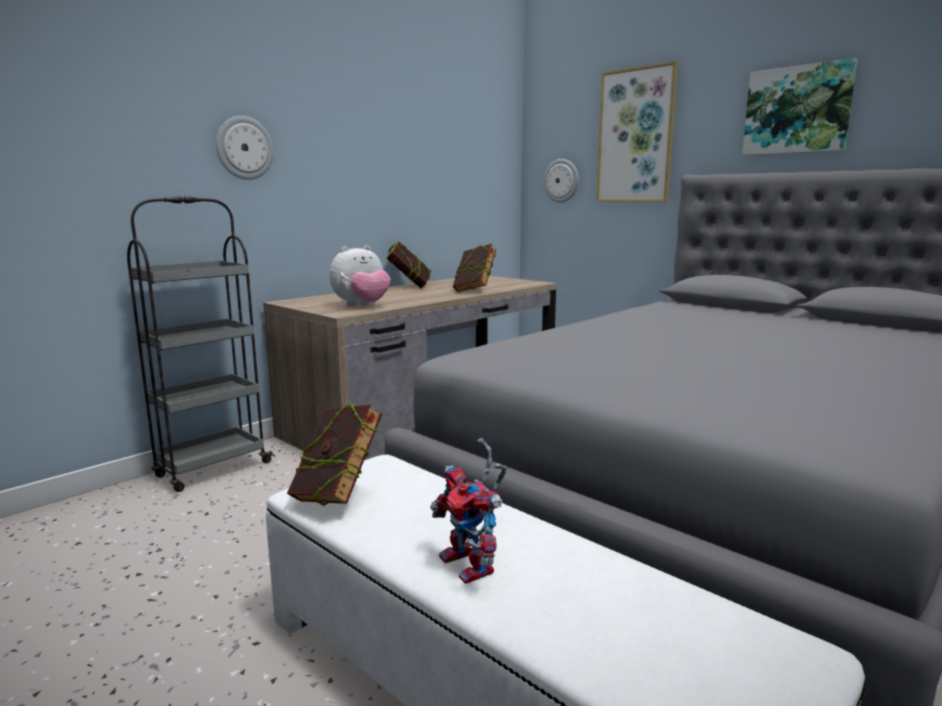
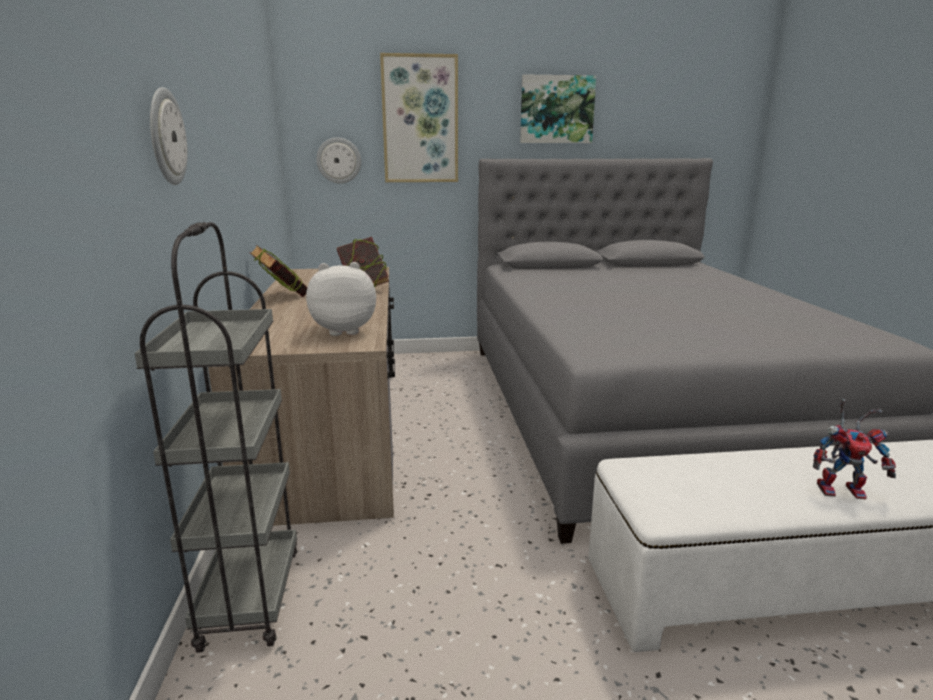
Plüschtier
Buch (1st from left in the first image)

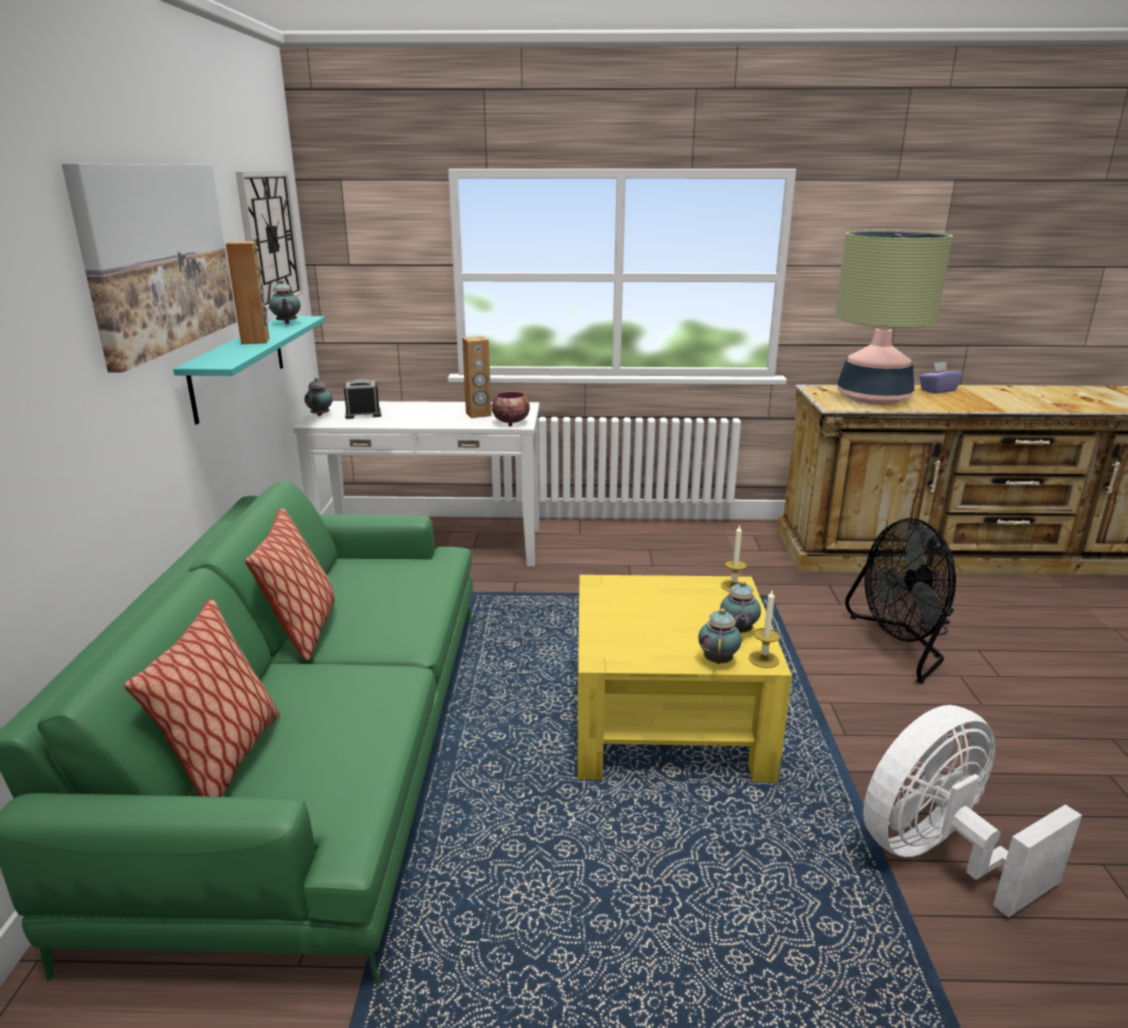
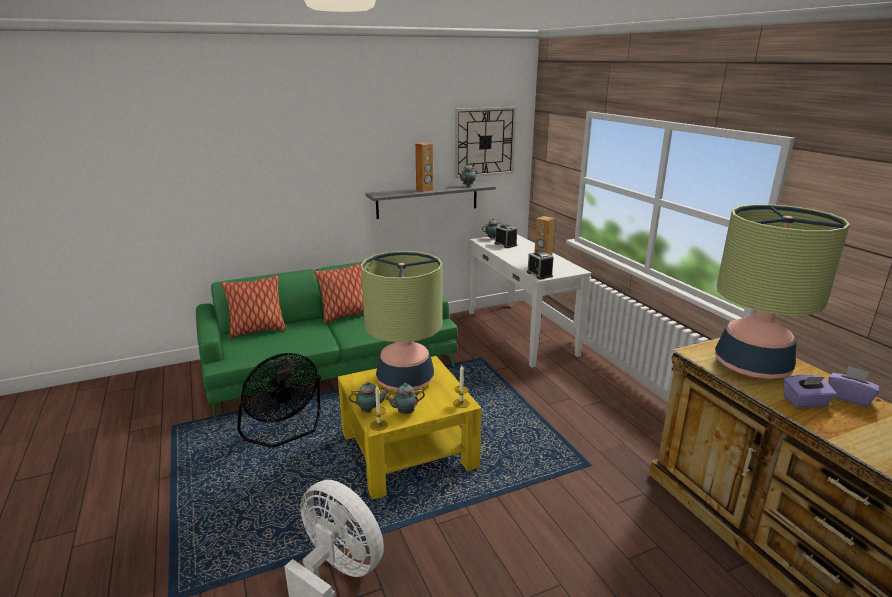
Ventilator/schwarz
Tischlampe (1st from left)
Wandregal/grau
Wecker (2nd from left)
Taschentuchbox/lila (1st from left)
Bild

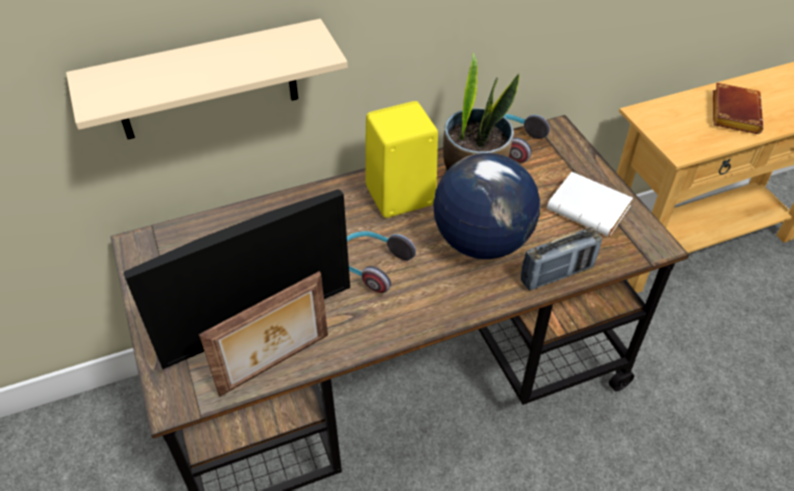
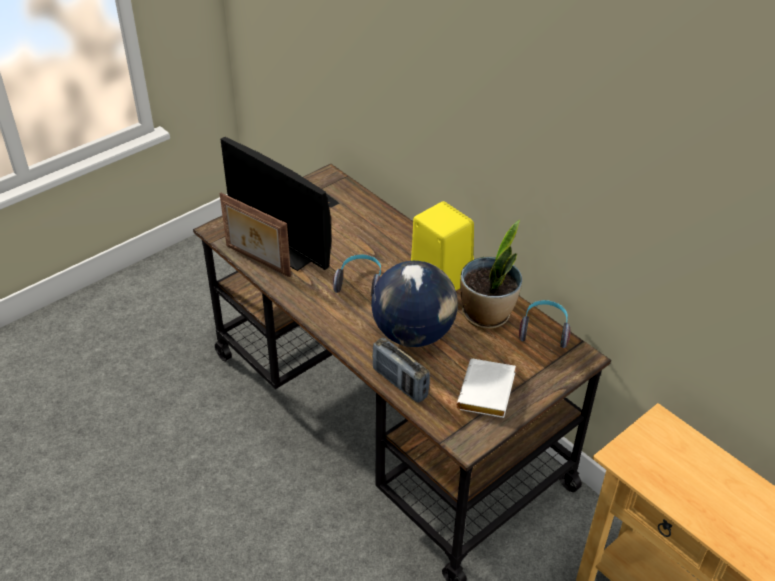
Wandregal/beige
Buch/braun

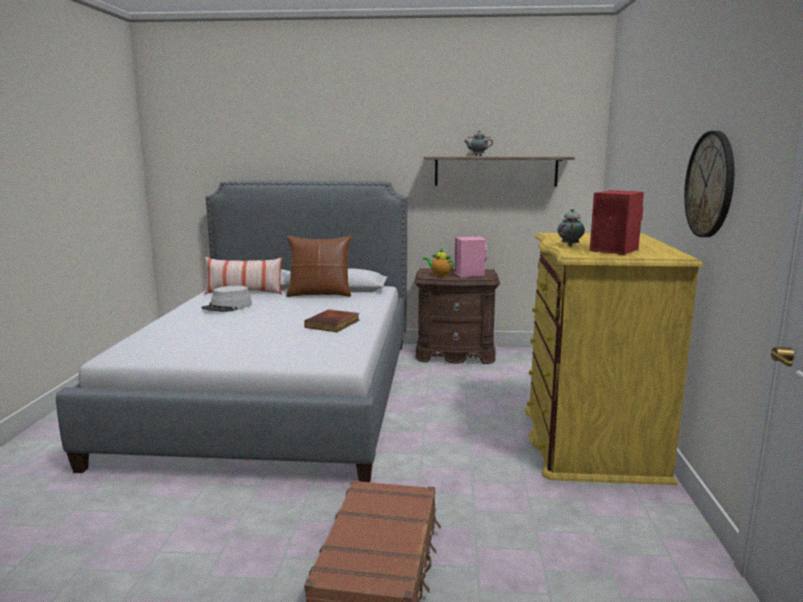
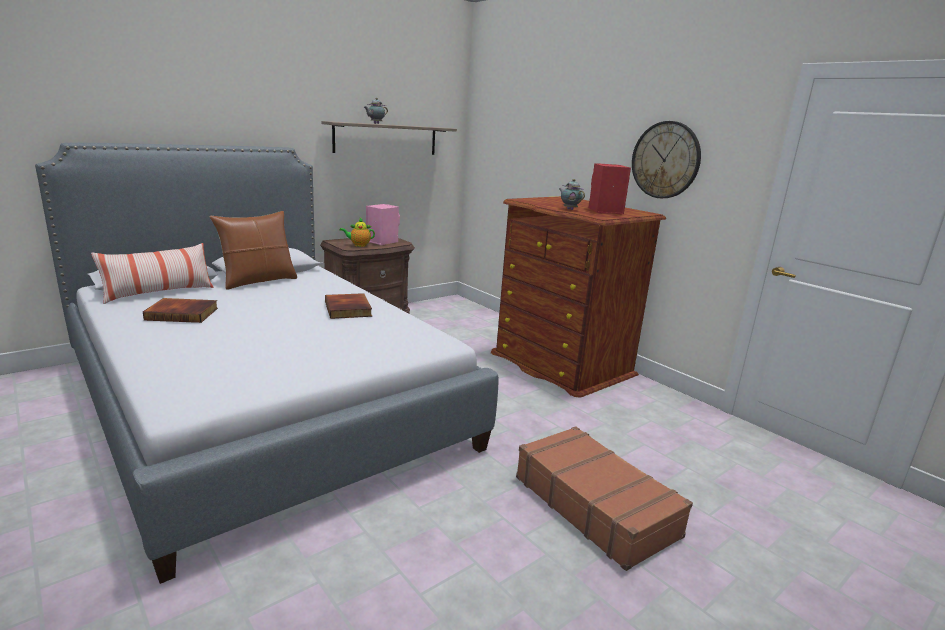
Buch (1st from left)
Kommode/braun

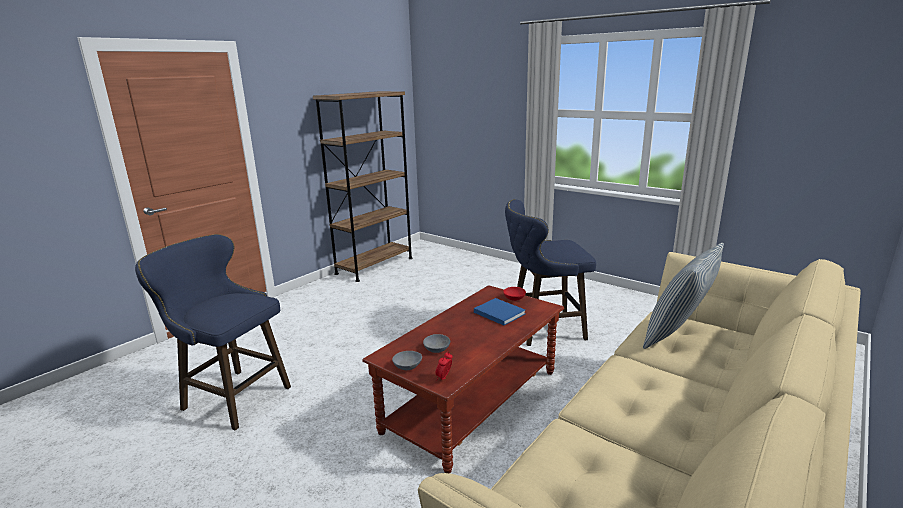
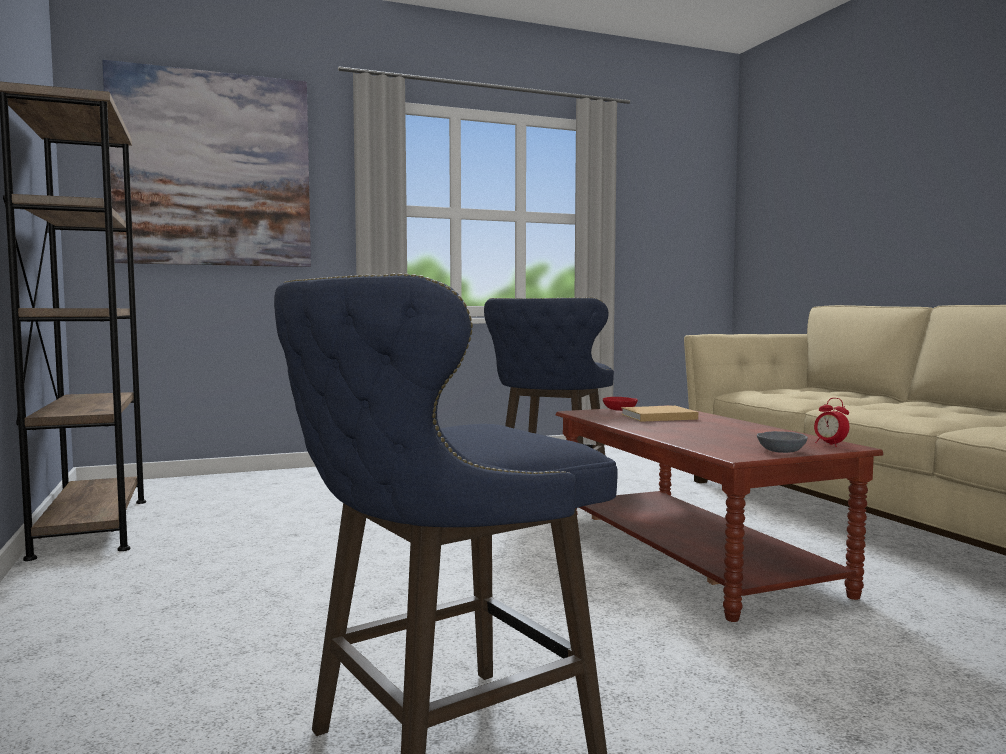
Bild
Buch/beige
Schüssel/grau (2nd from left in the first image)
Kissen

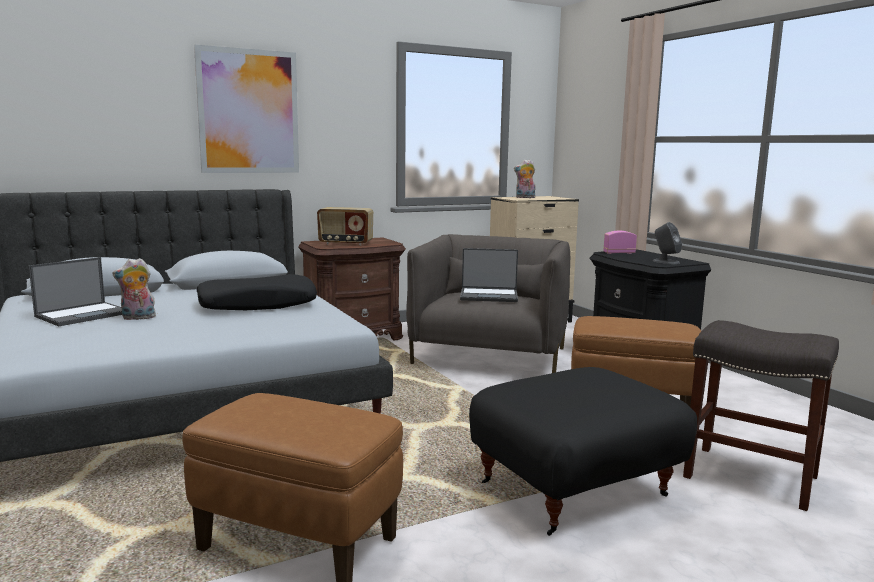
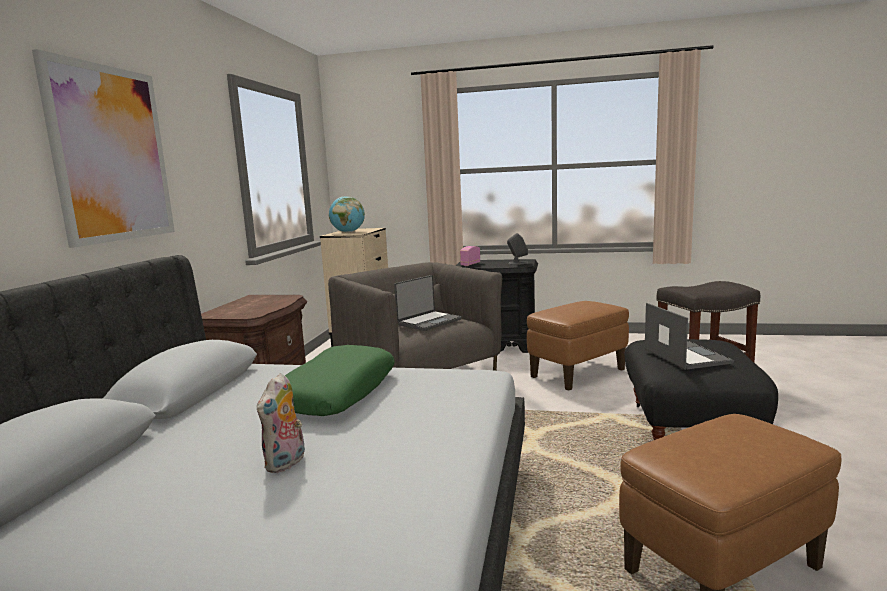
Kissen/grün
Globus
Laptop (2nd from left)
Radio (1st from left in the first image)

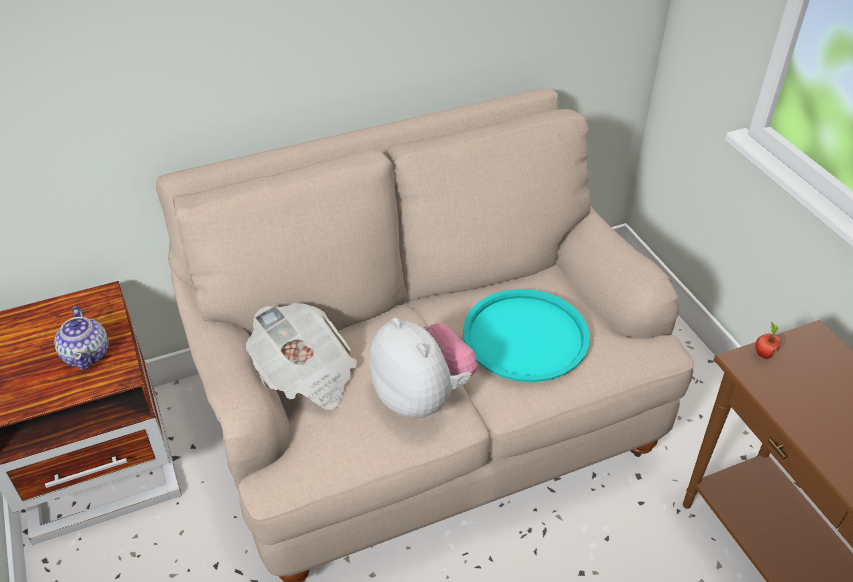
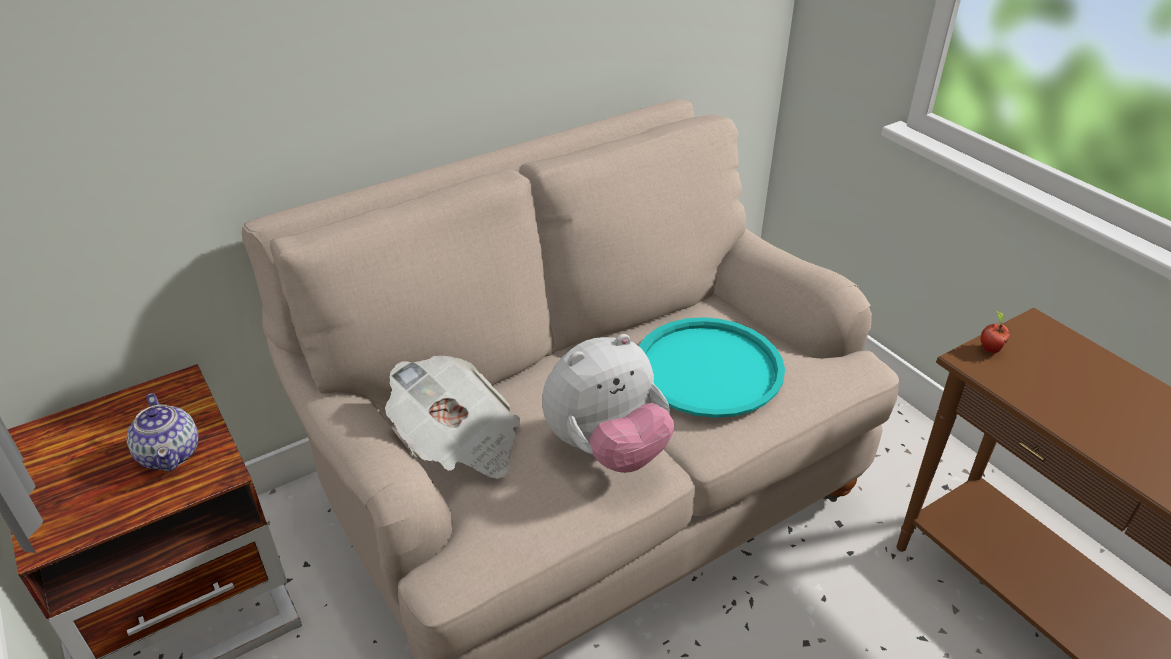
Plüschtier

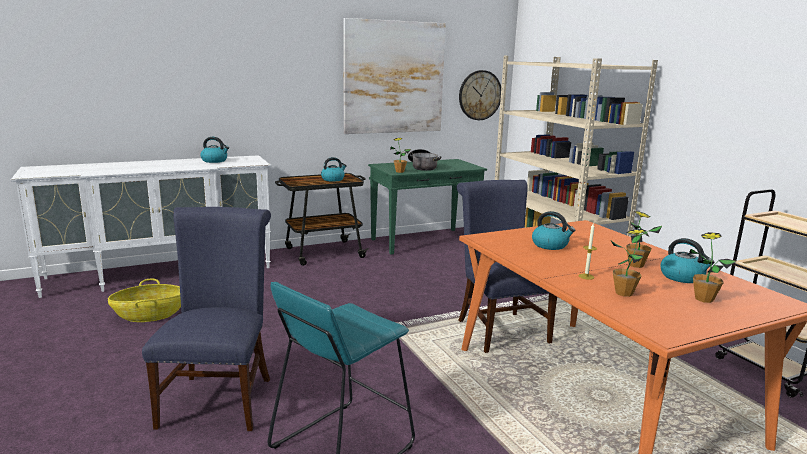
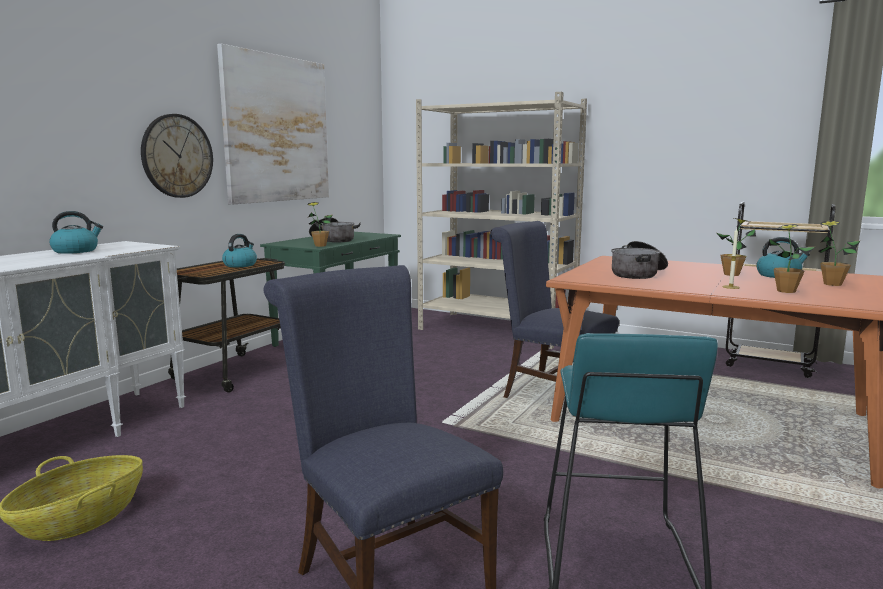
Wanduhr
Kochtopf (2nd from left)

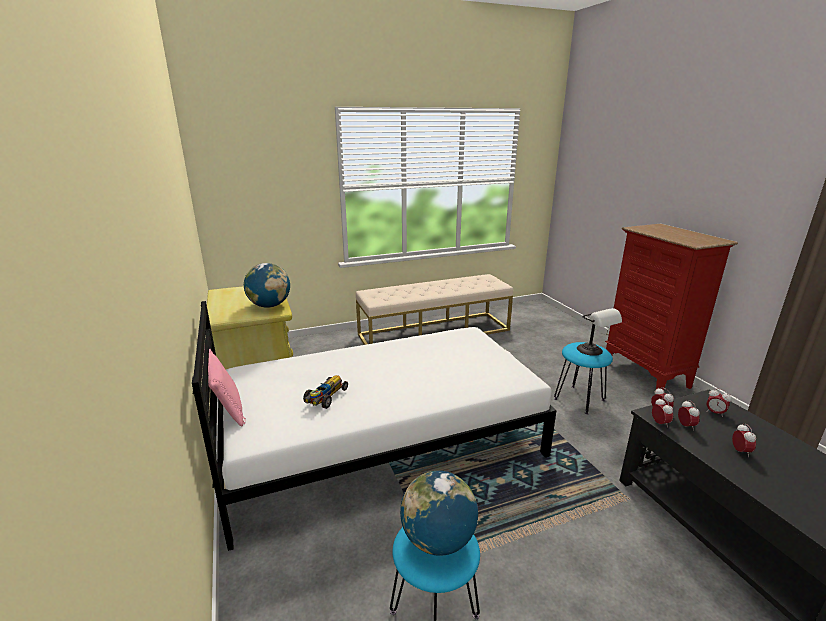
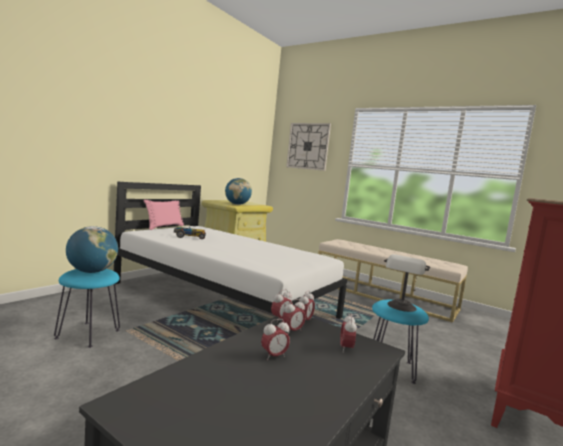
Wanduhr

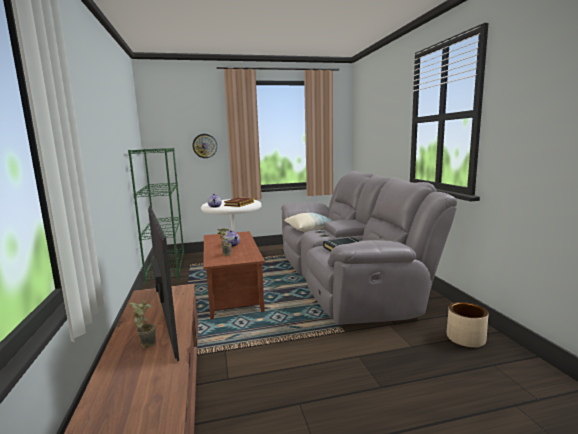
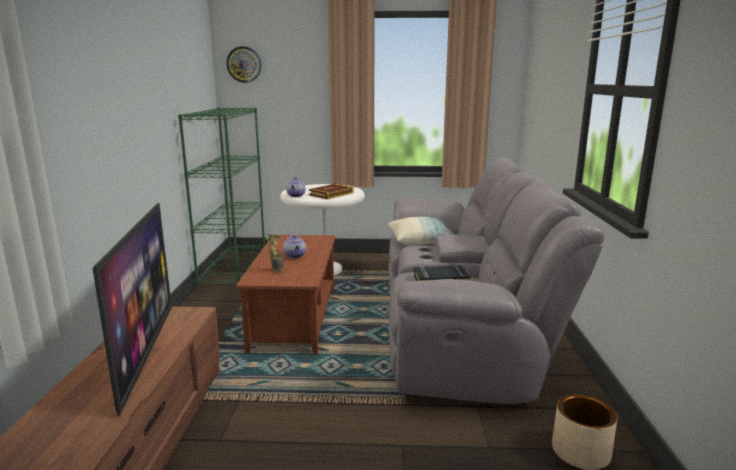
Wanduhr
Topfpflanze (1st from left in the first image)

